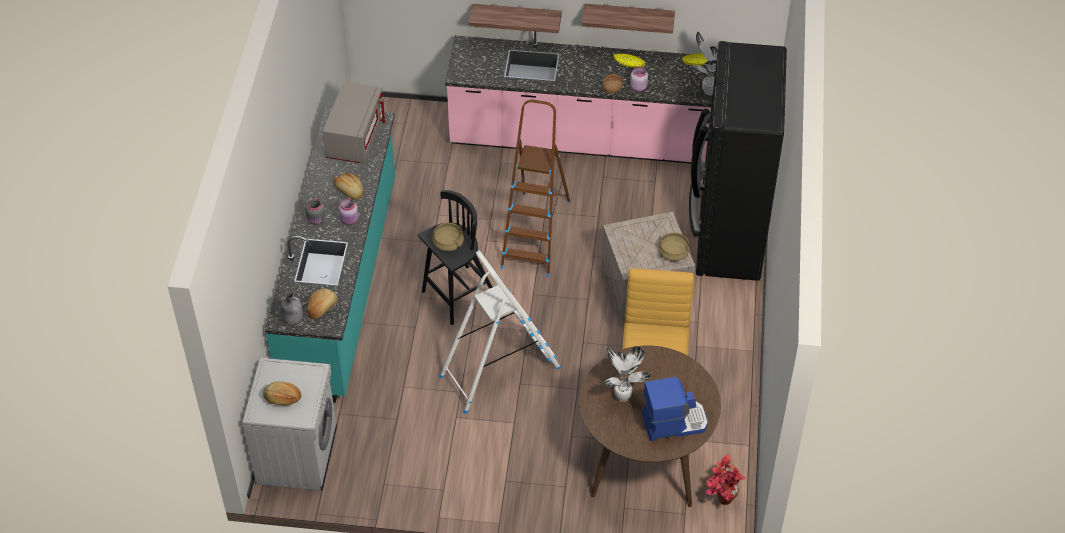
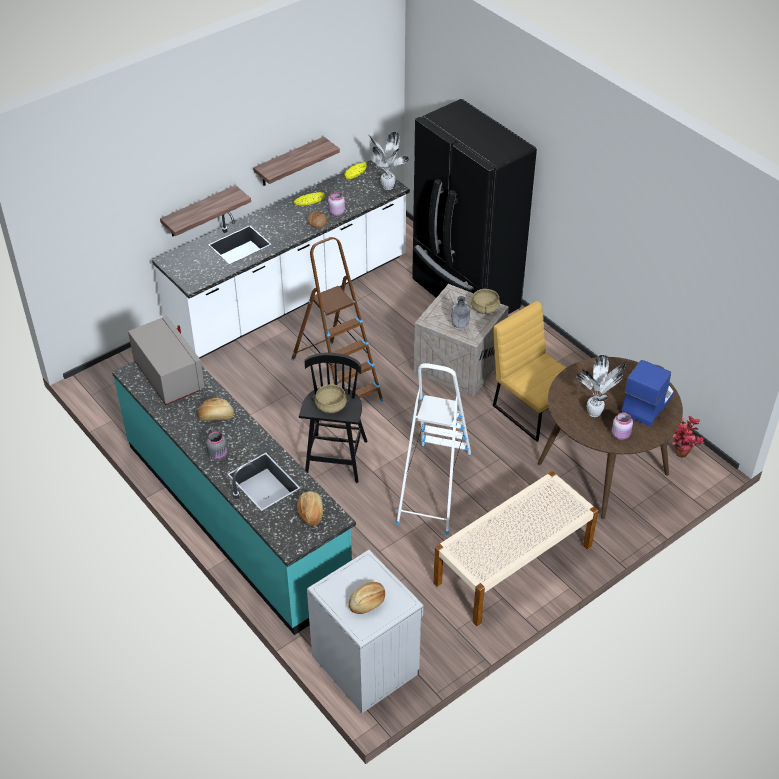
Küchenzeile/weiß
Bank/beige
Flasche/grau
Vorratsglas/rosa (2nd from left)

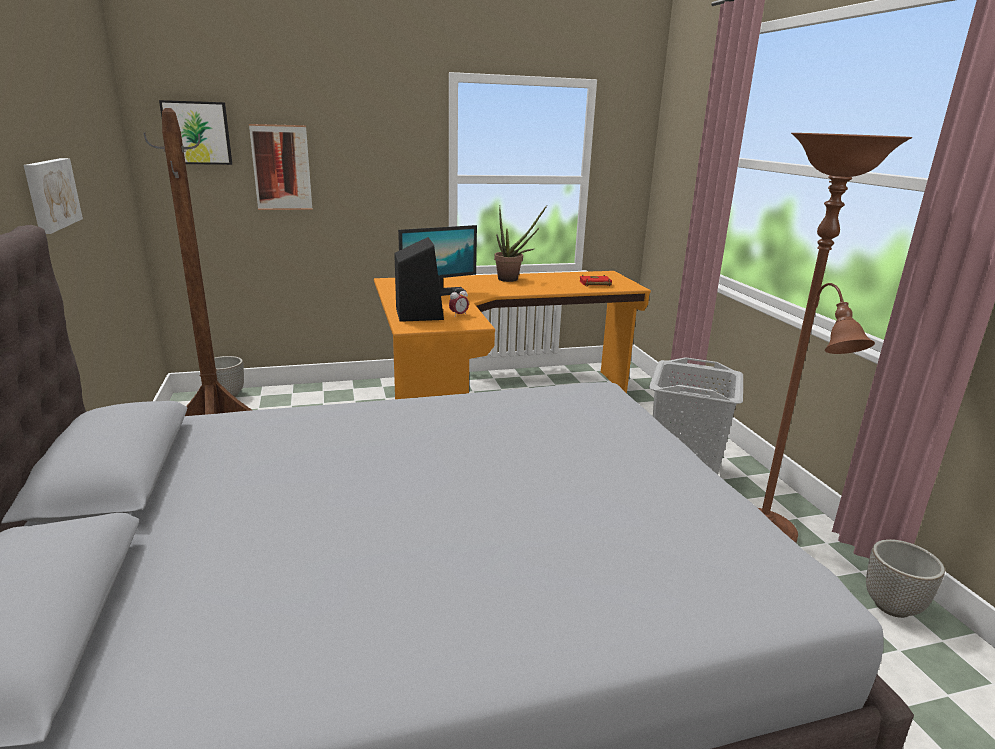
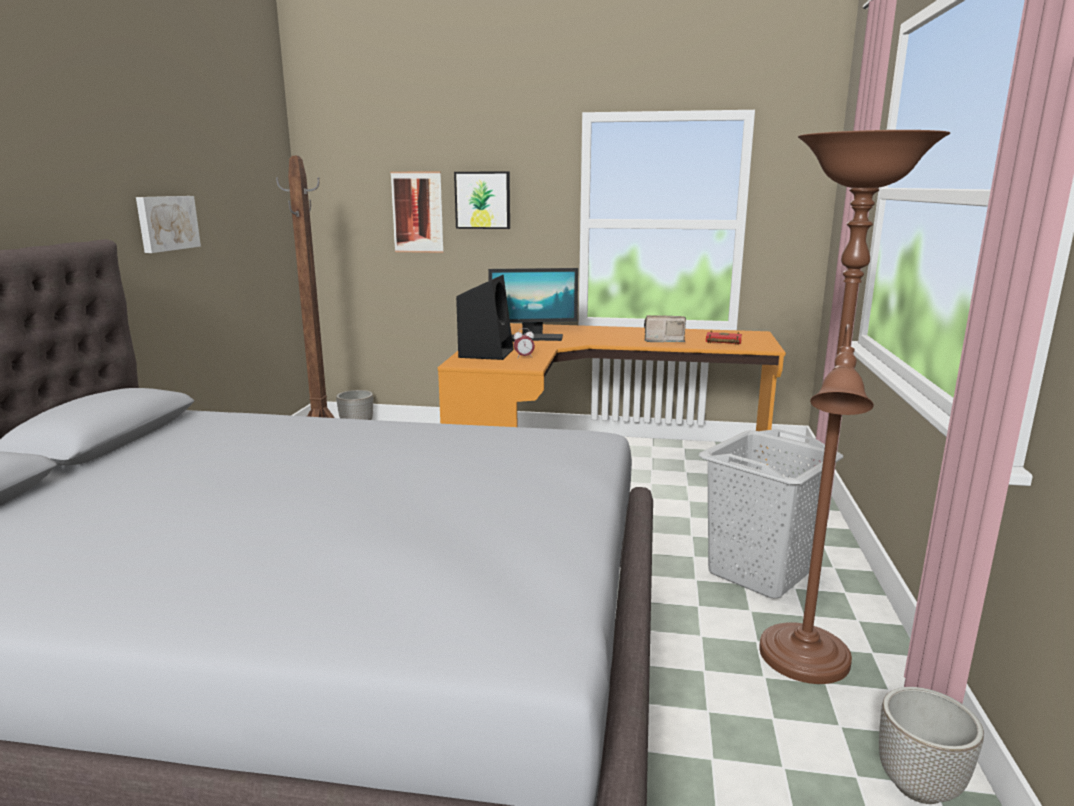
Bild (3rd from left)
Radio
Topfpflanze

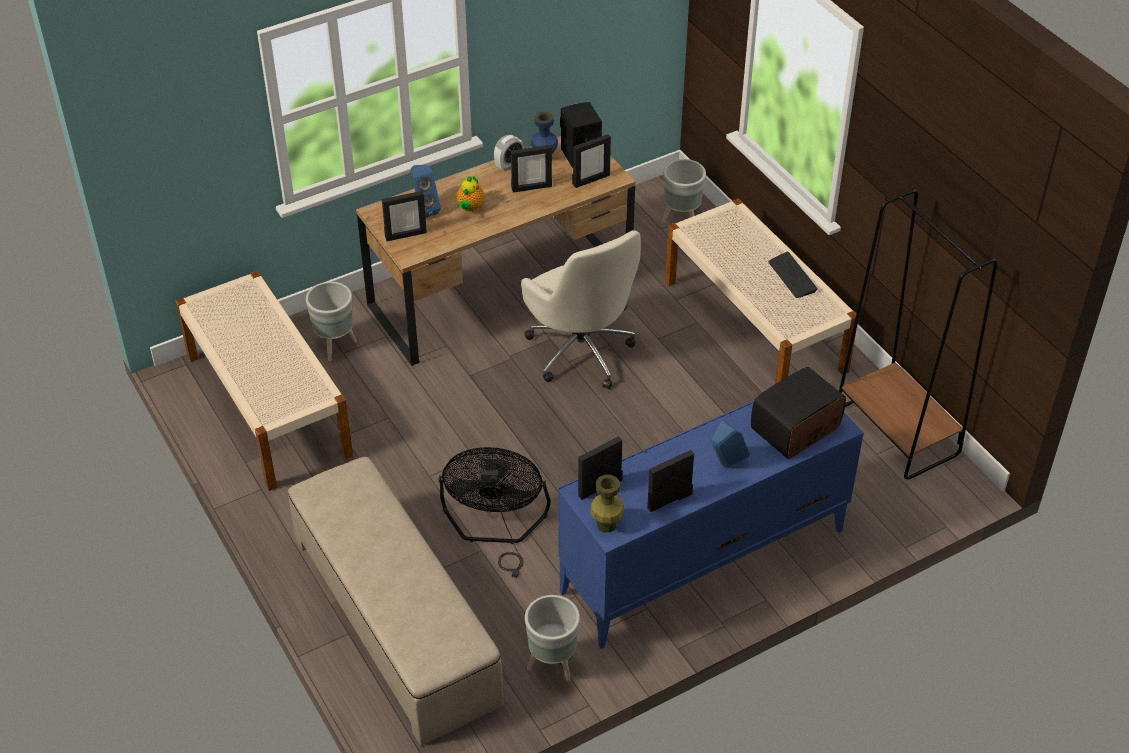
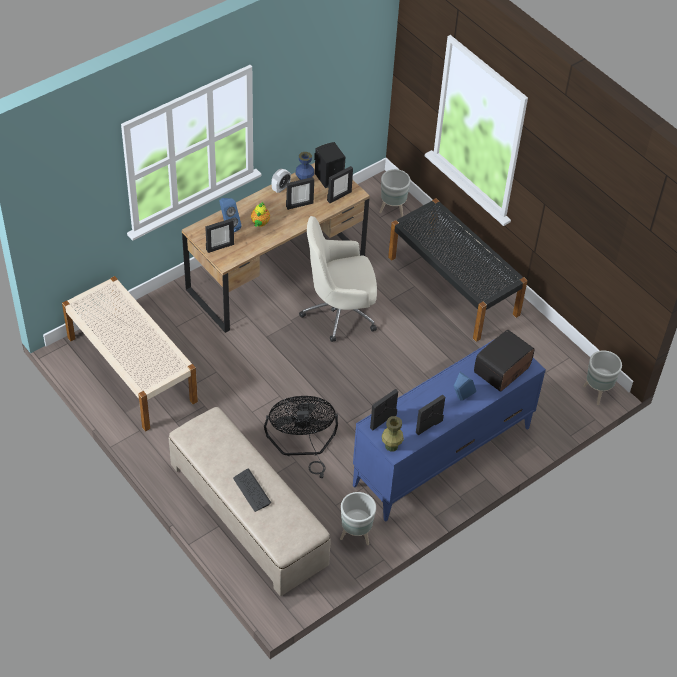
Tastatur
Bürostuhl/beige
Bank/schwarz
Pflanzkübel/grau (3rd from left)
Kleiderständer

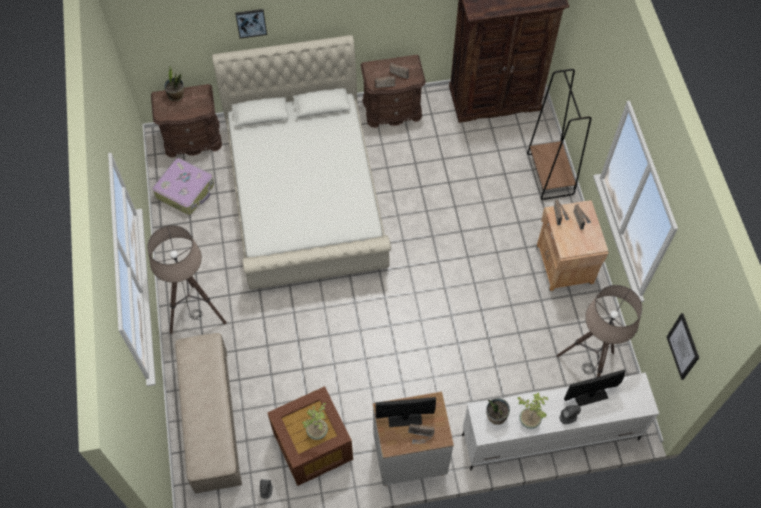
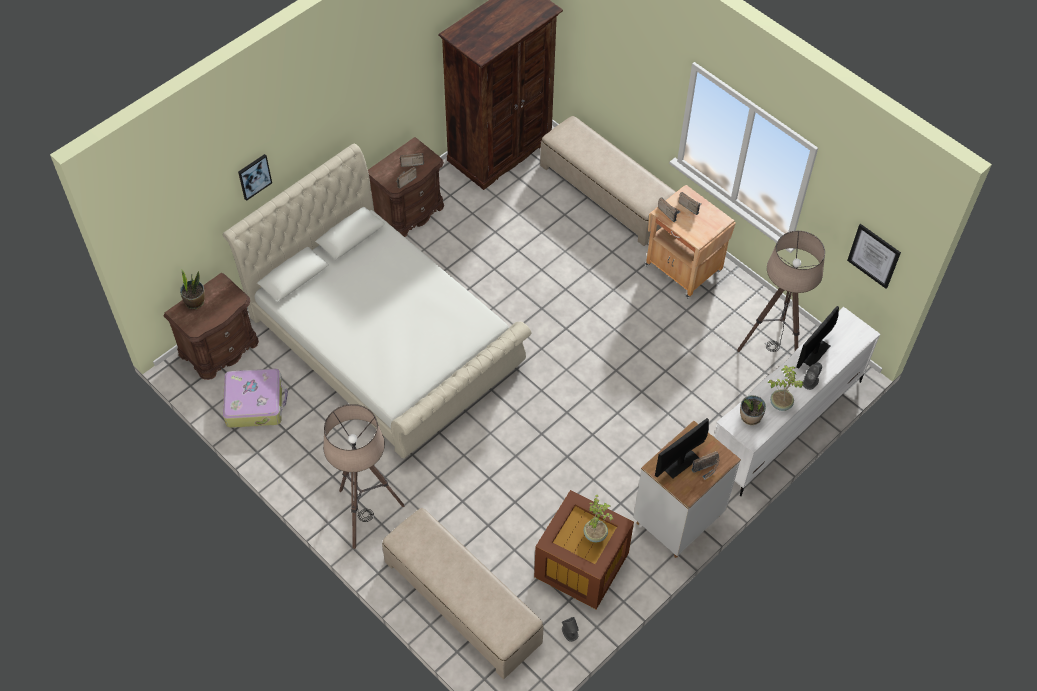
Bank/beige (2nd from left)

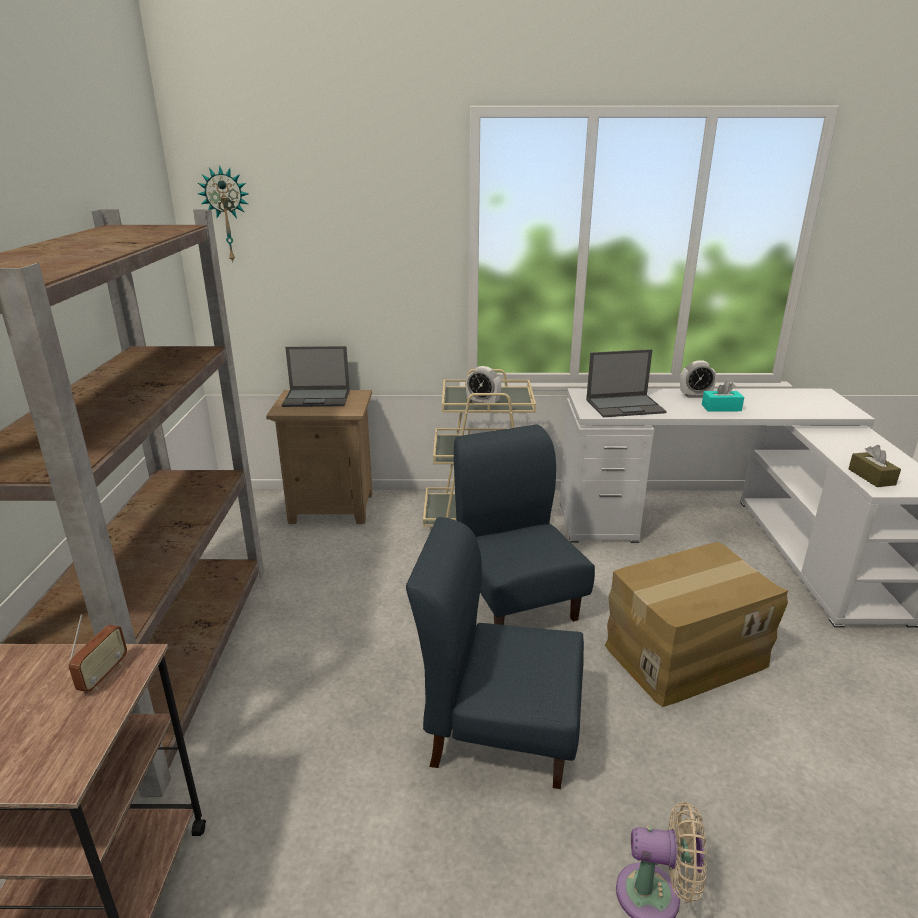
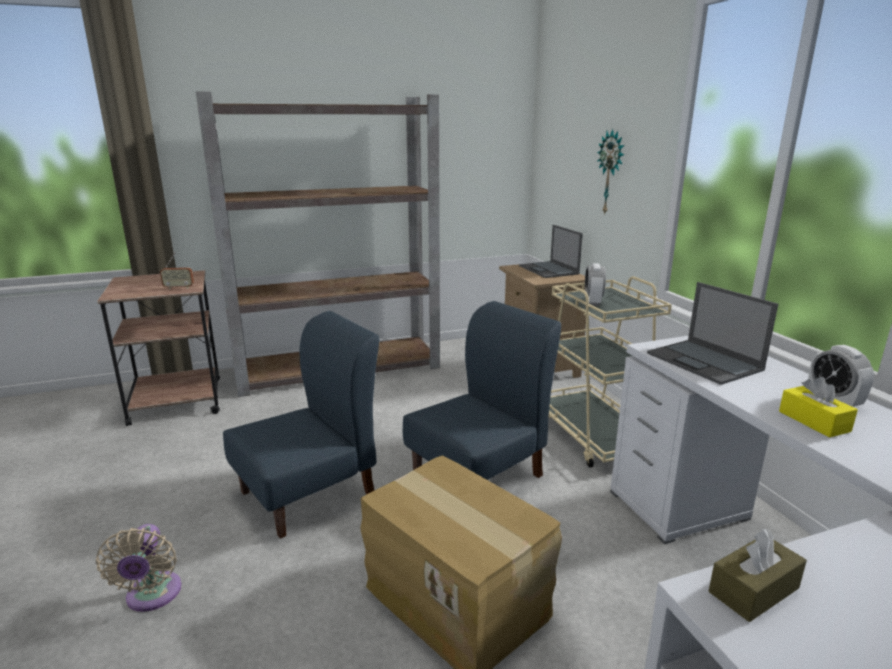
Stuhl/blau (1st from left)
Wanduhr
Taschentuchbox/gelb

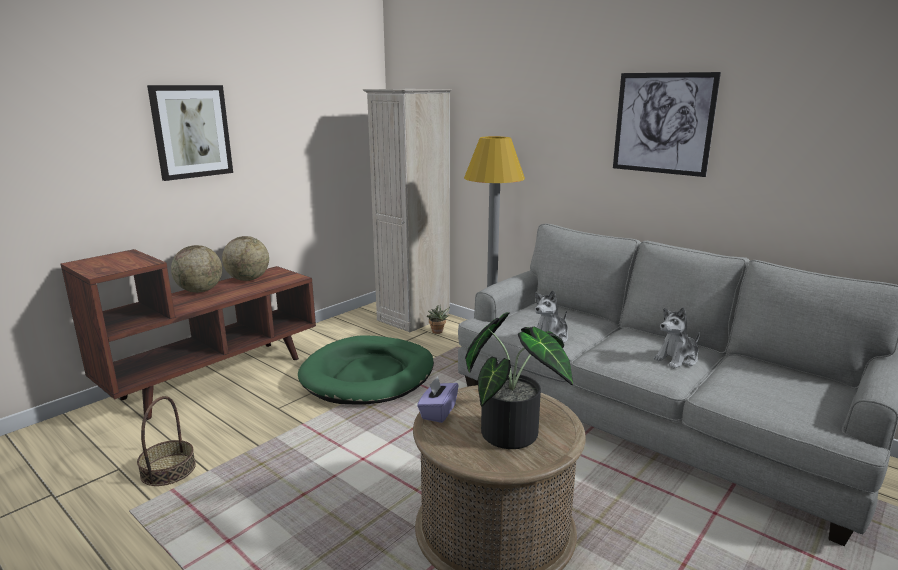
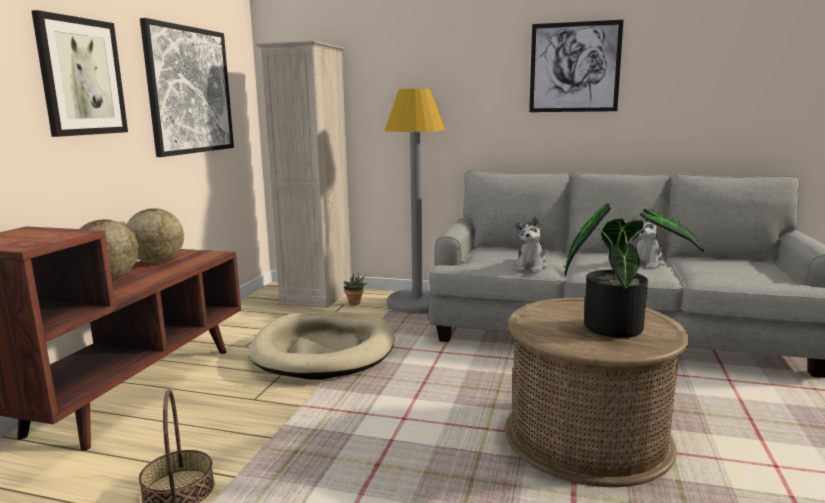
Bild (2nd from left)
Hundebett/beige
Taschentuchbox/lila

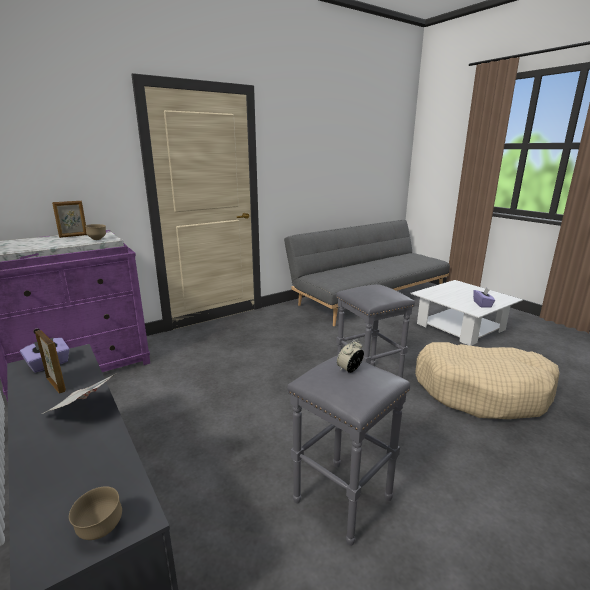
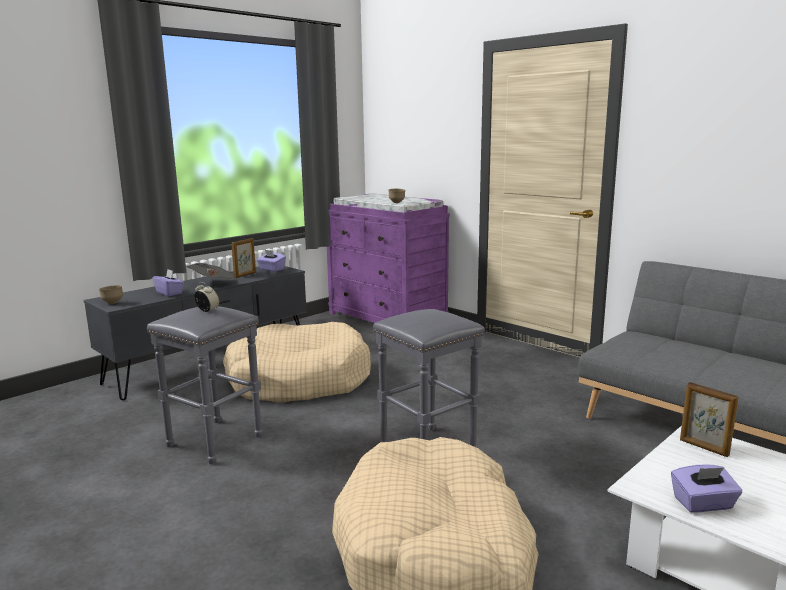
Taschentuchbox/lila (1st from left)
Hundebett/beige (1st from left)
Bilderrahmen (2nd from left)

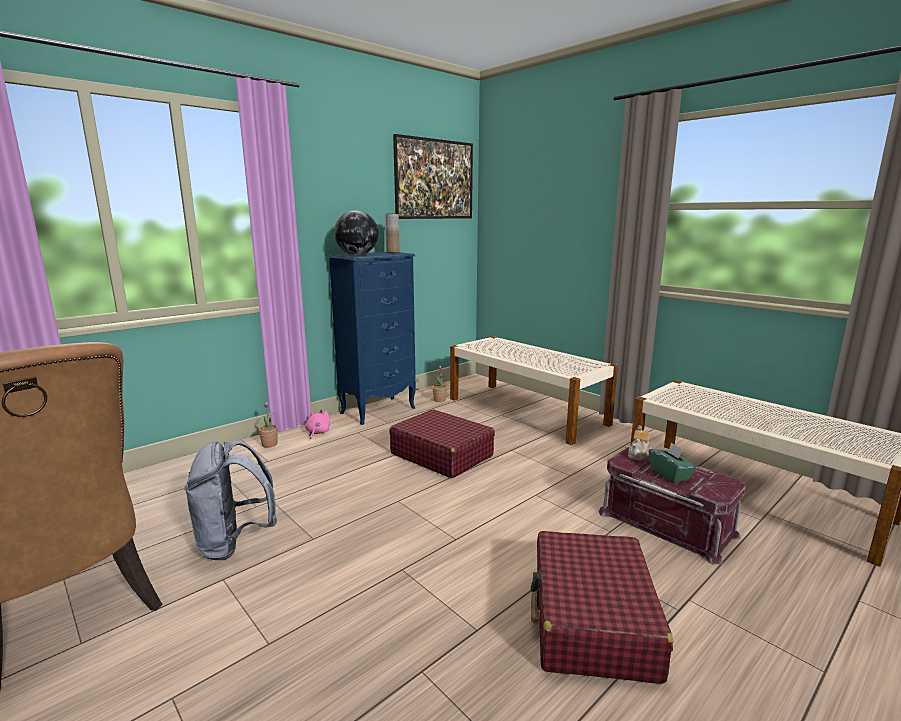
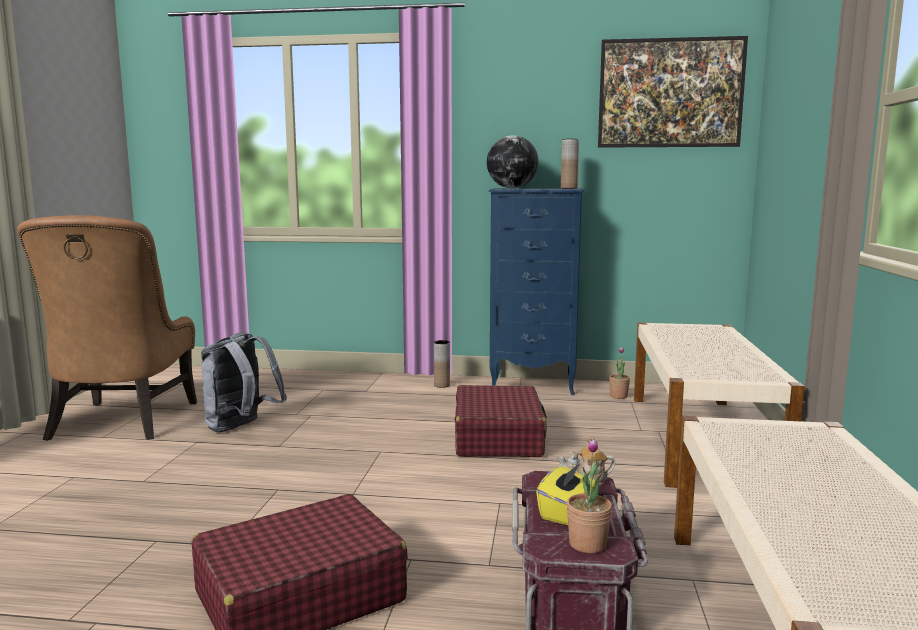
Vase/braun (1st from left)
Taschentuchbox/gelb
Topfpflanze (1st from left)

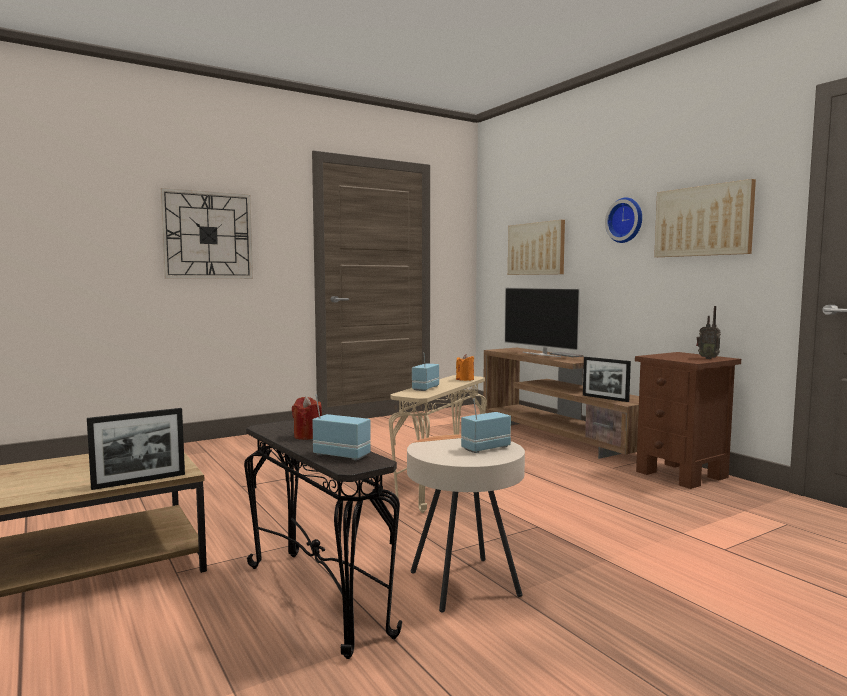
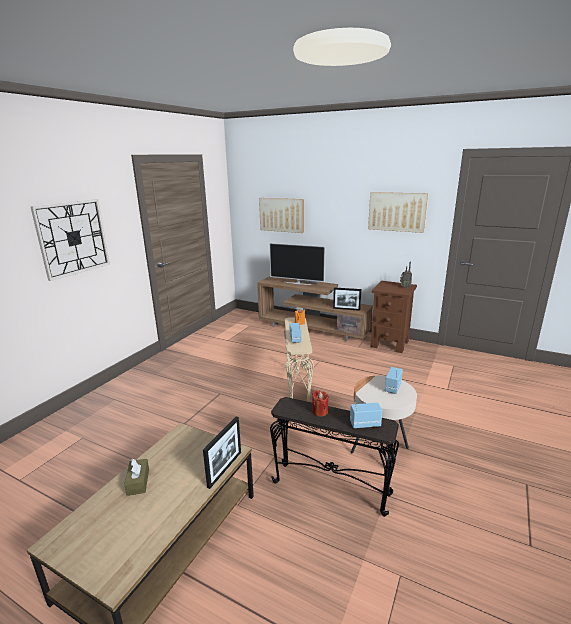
Taschentuchbox/braun
Wanduhr (2nd from left in the first image)

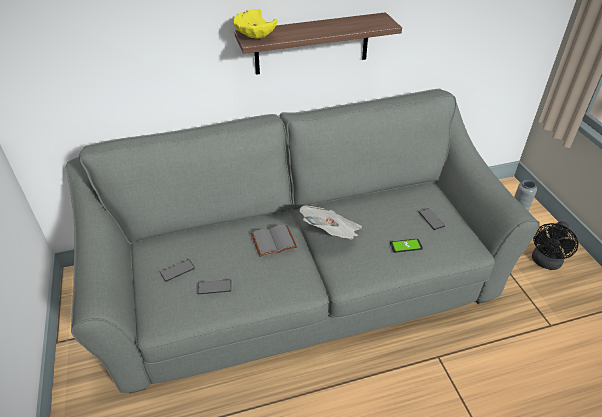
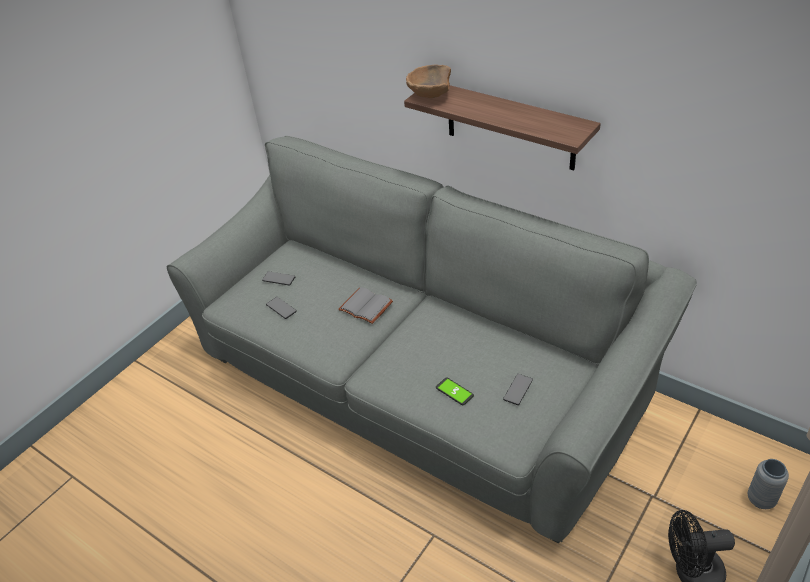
Schüssel/braun
Zeitung

